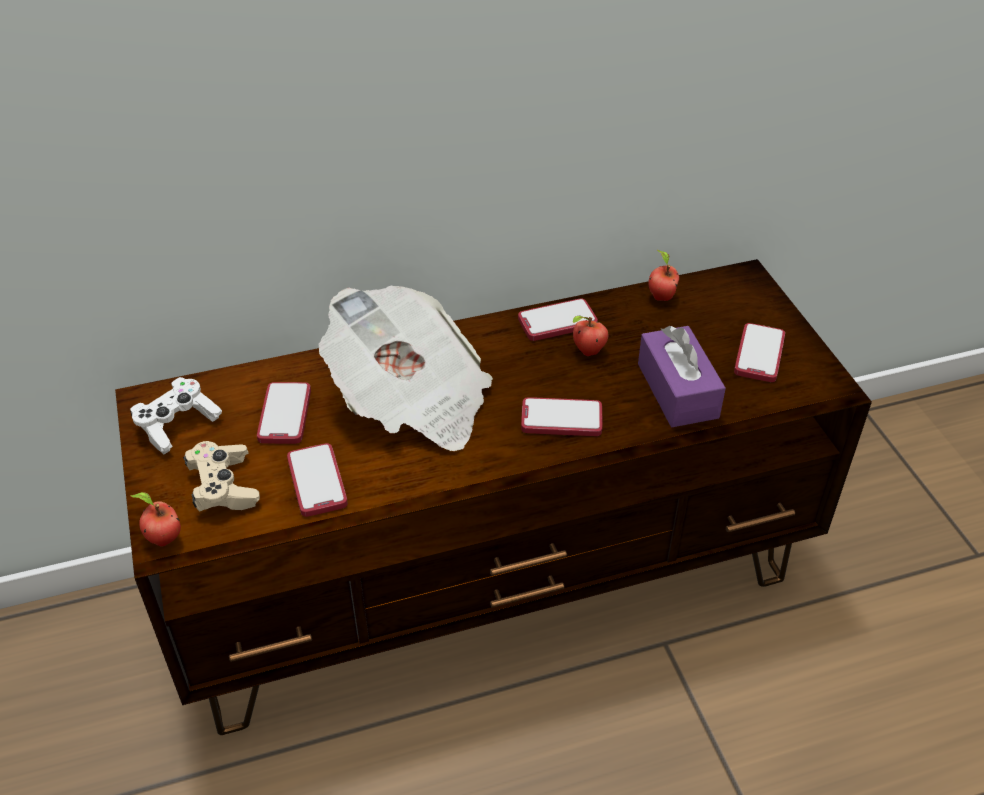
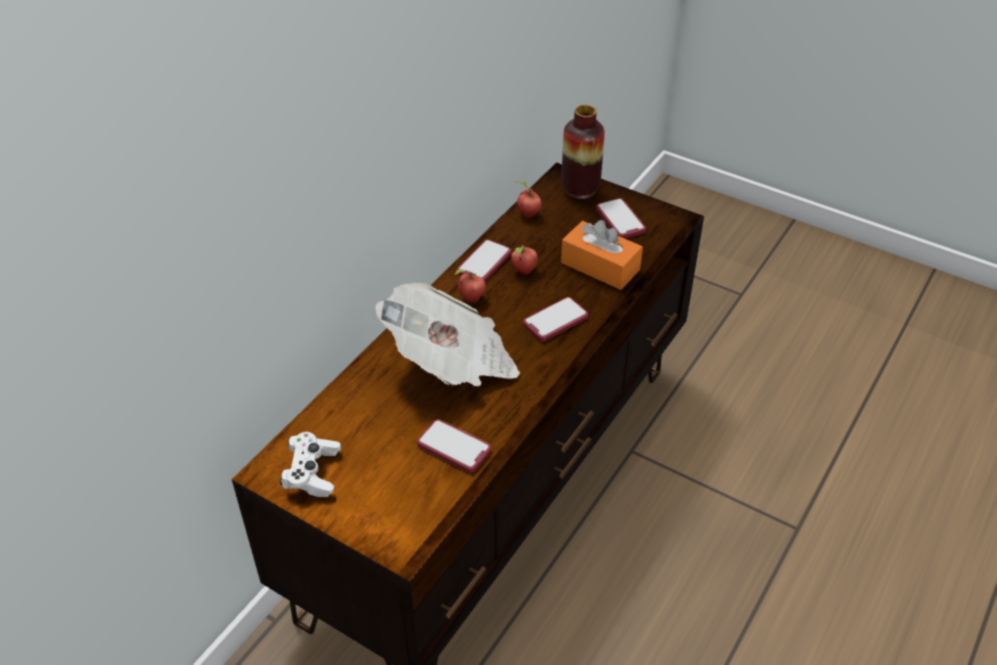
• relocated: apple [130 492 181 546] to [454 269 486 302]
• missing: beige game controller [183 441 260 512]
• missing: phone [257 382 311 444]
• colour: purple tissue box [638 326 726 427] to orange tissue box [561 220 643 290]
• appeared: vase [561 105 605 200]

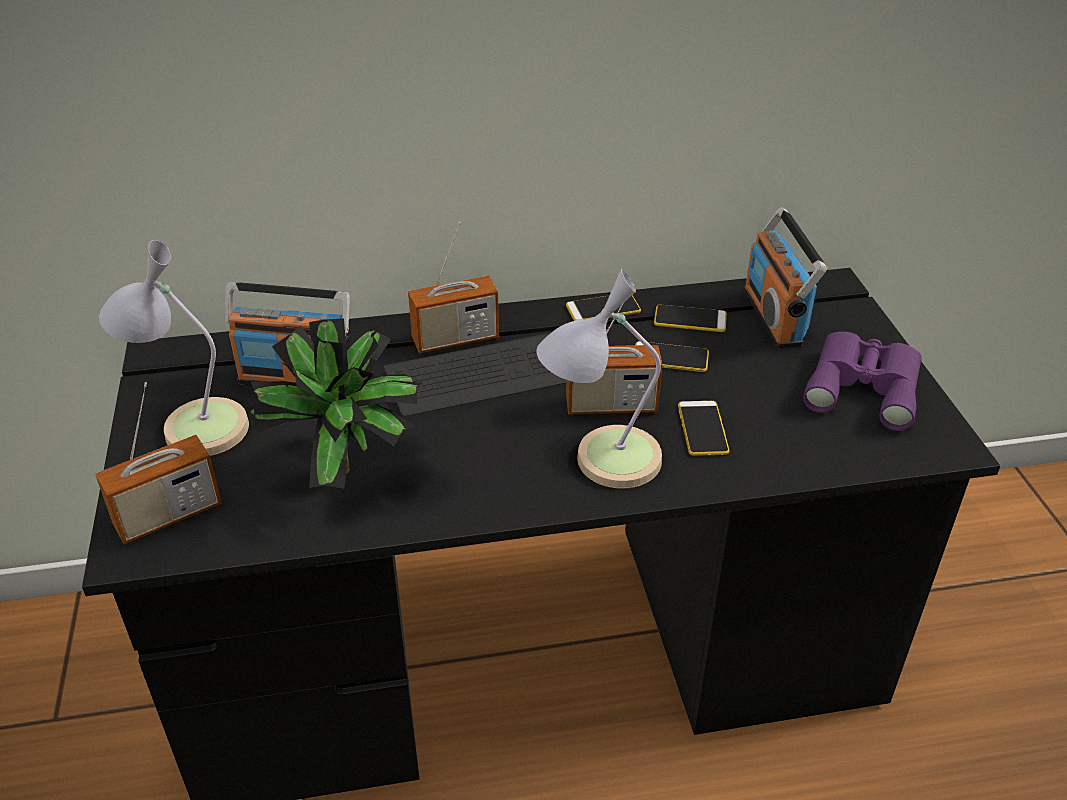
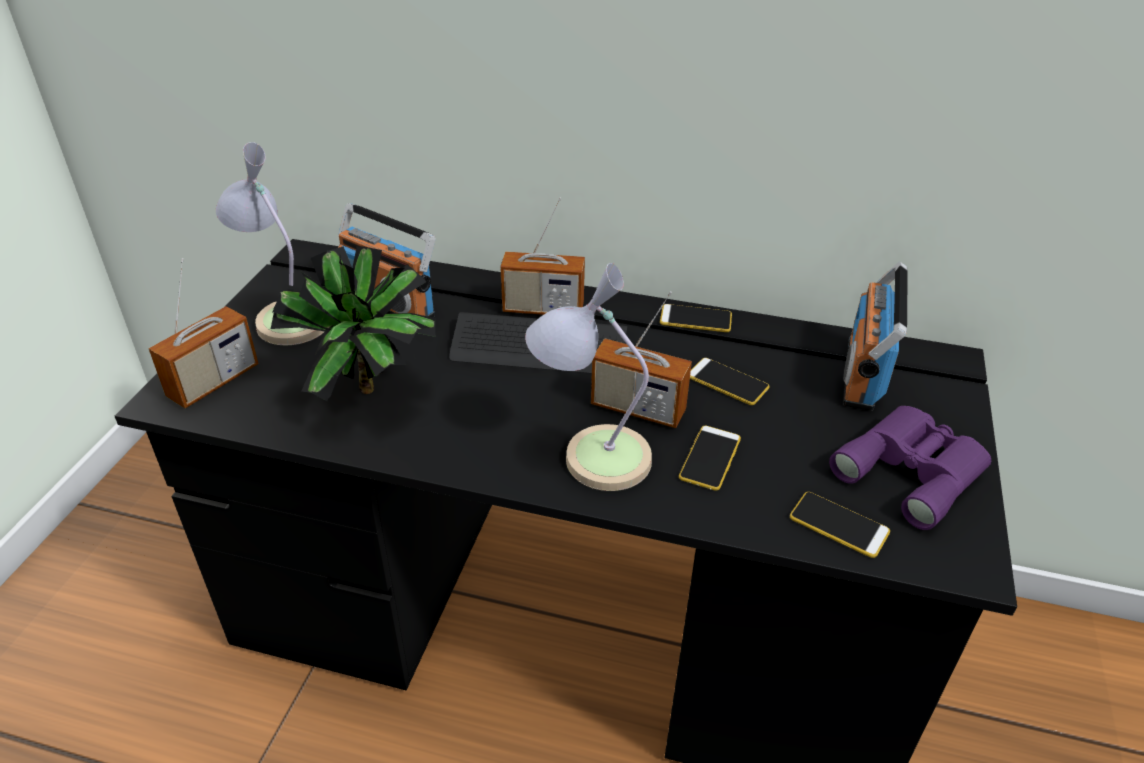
• spun: radio [95 382 222 544] = [149 258 258 408] 45 degrees counterclockwise
• relocated: phone [654 305 727 332] to [790 492 890 558]

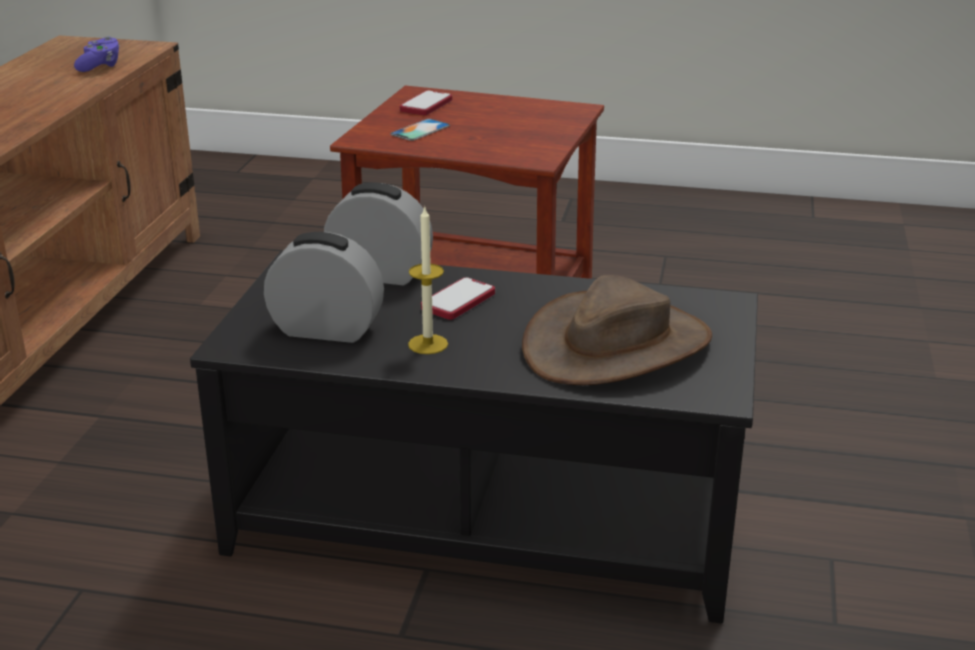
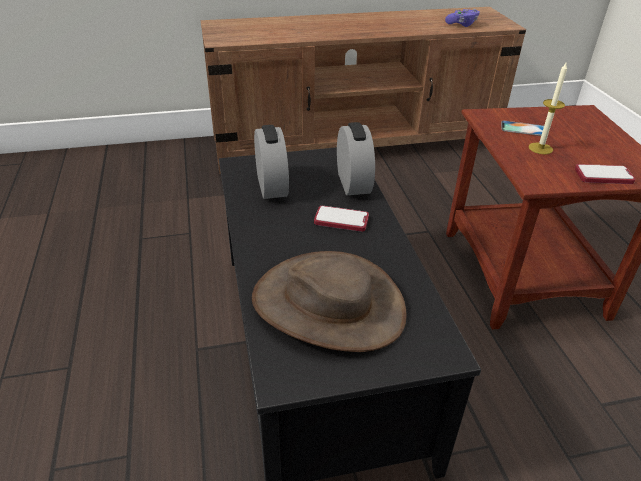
• relocated: phone [400 91 452 115] to [575 164 635 184]
• relocated: candle [408 205 448 354] to [529 61 567 154]

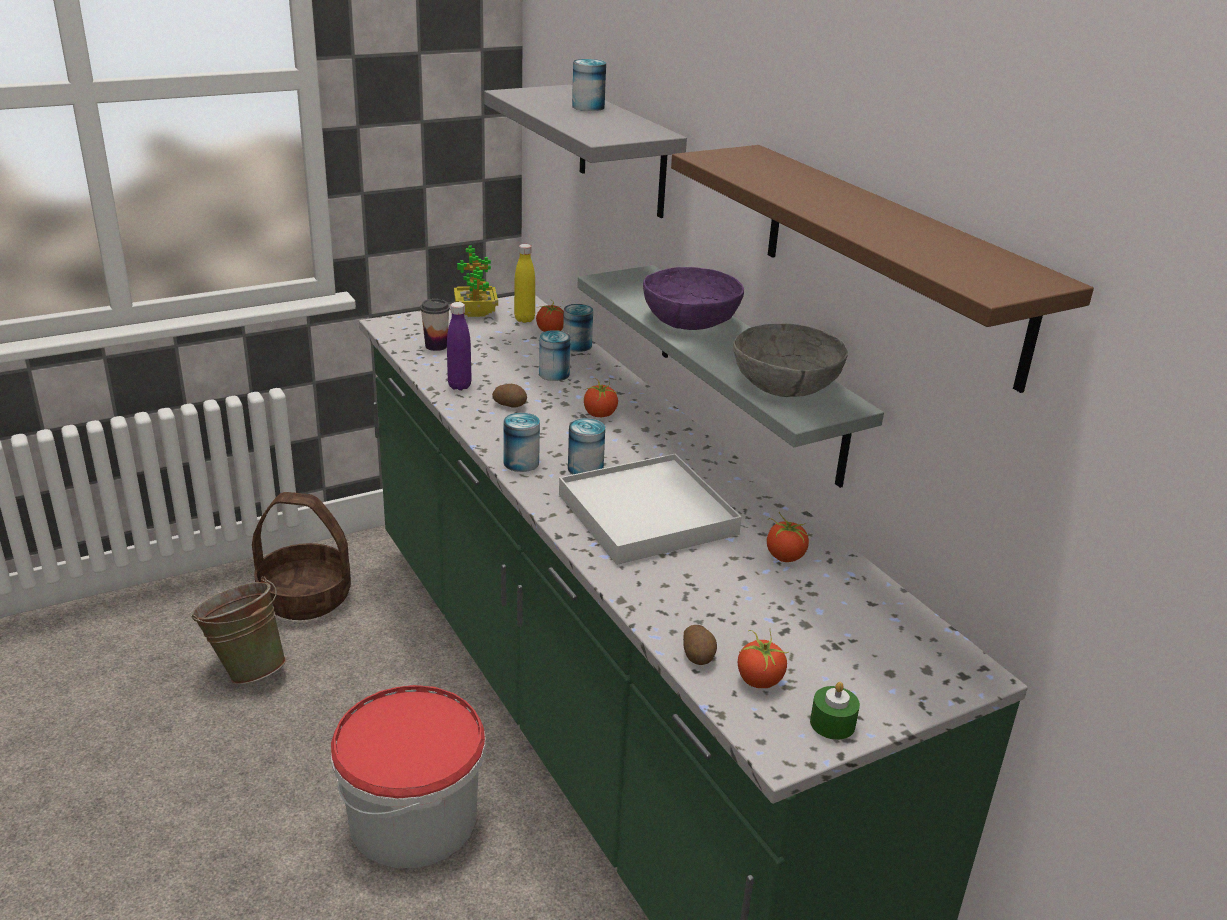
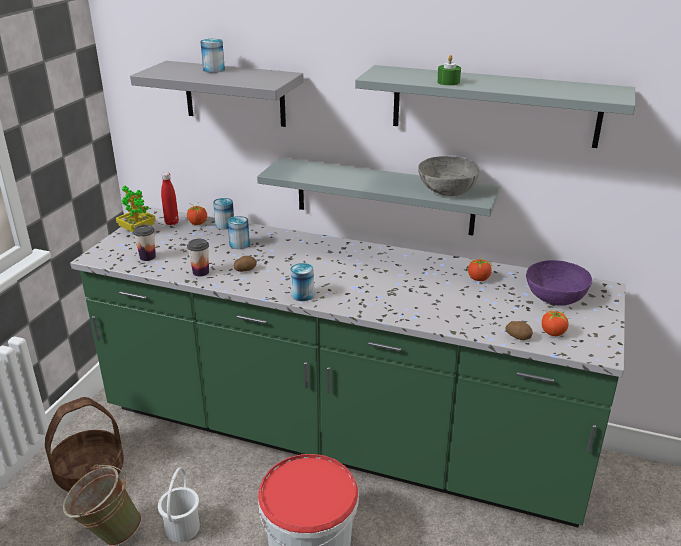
• exchanged: purple bottle [447 302 472 390] to cup [187 239 209 276]
• colour: yellow bottle [514 244 535 323] to red bottle [161 172 179 225]
• missing: white tray [559 454 742 565]
• missing: can [568 418 605 475]
• missing: tomato [584 378 618 417]
• relocated: purple bowl [643 267 744 330] to [526 260 592 306]
• colour: brown shelf [671 145 1094 393] to grey shelf [355 65 635 148]
• relocated: green candle [810 682 860 740] to [437 55 461 86]
• appeared: white bucket [158 467 200 542]

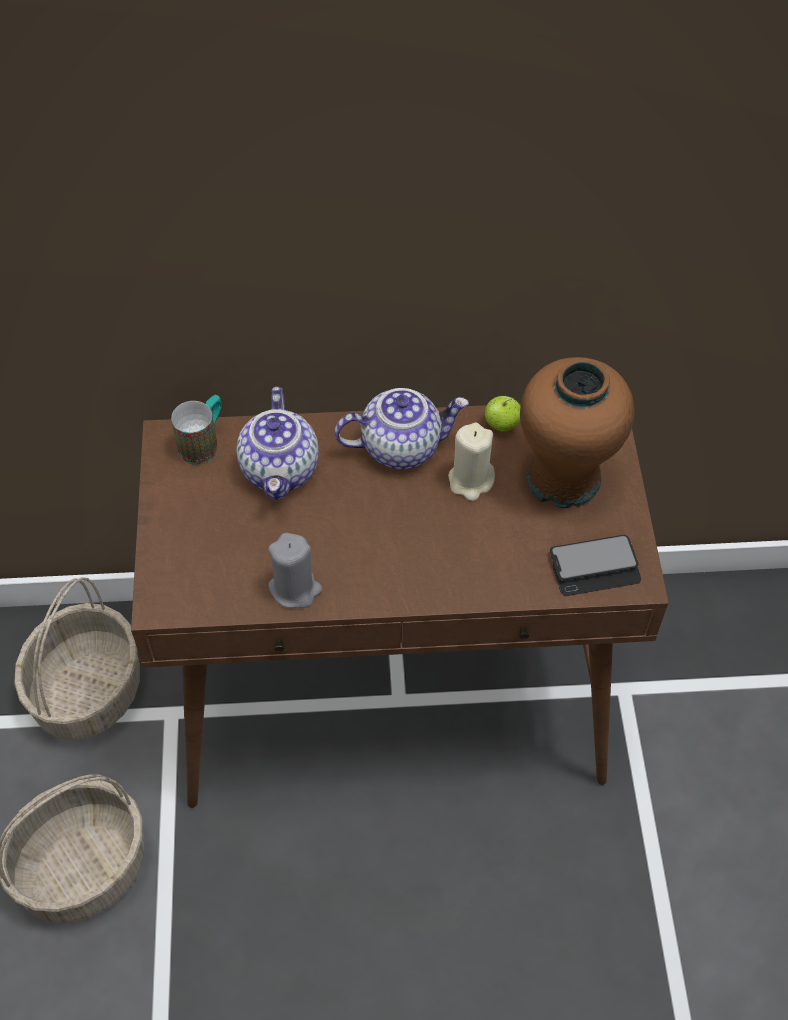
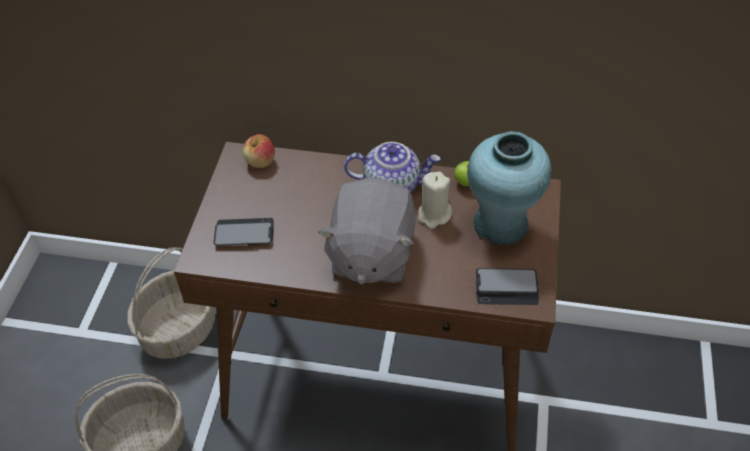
• exchanged: mug [171 395 222 465] to apple [243 134 275 168]
• missing: teapot [237 387 319 500]
• missing: grey candle [268 533 322 608]
• colour: brown vase [520 357 635 508] to turquoise vase [467 131 551 245]
• appeared: phone [214 218 274 246]
• appeared: grey plush toy [318 178 416 285]

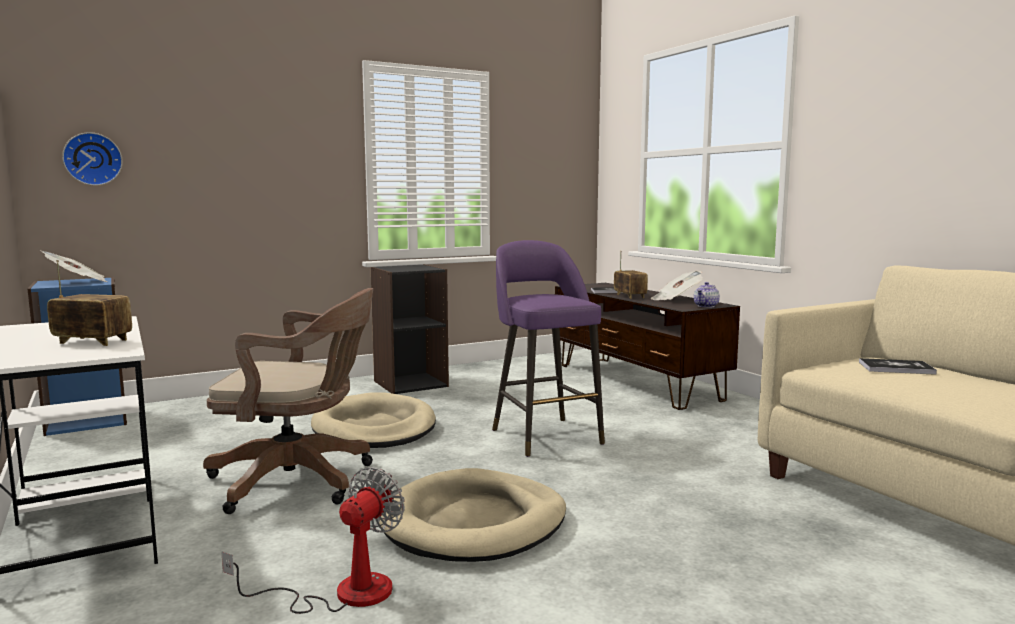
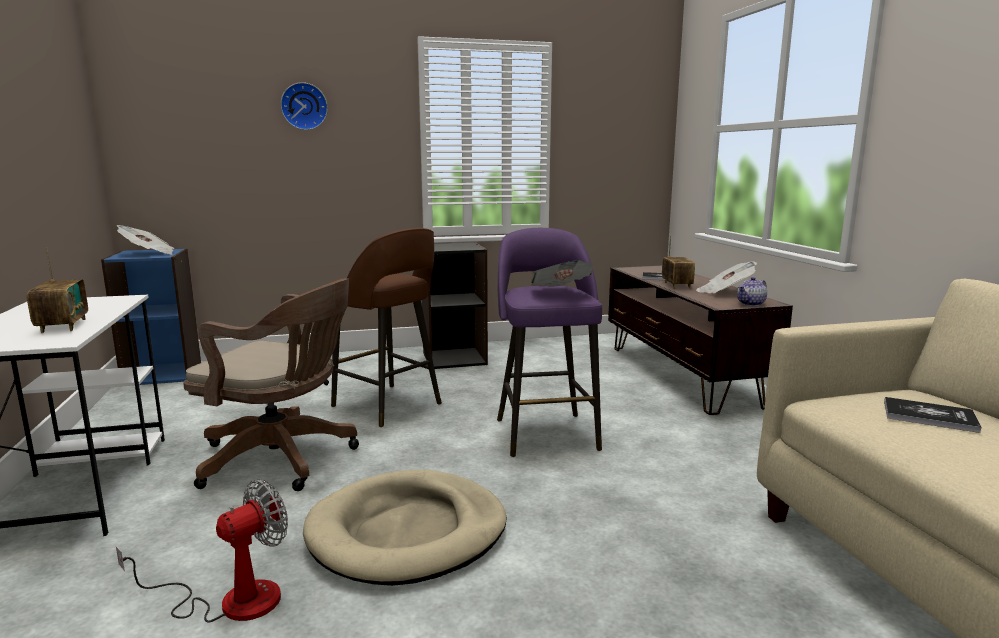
• spun: radio [47 260 132 346] = [27 247 88 333] 45 degrees clockwise
• relocated: wall clock [62 132 123 186] to [280 82 328 130]
• exchanged: beige dog bed [311 393 436 448] to brown stool [331 228 442 427]
• appeared: newspaper [530 260 593 287]

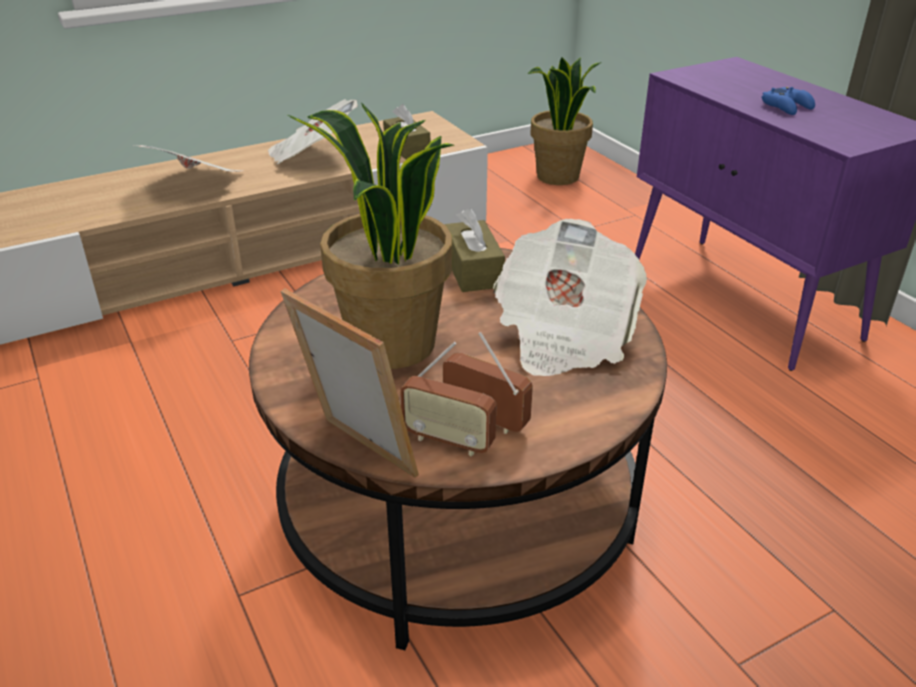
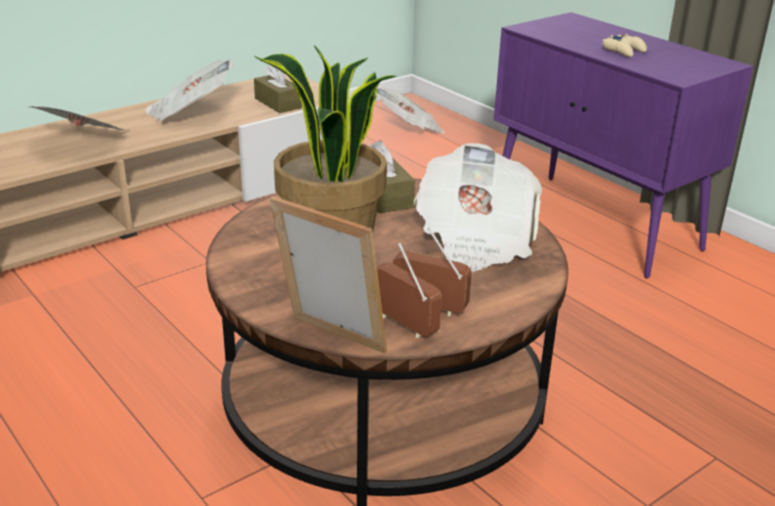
• spun: radio [400 342 496 456] = [377 243 442 338] 150 degrees counterclockwise
• exchanged: potted plant [528 57 602 185] to newspaper [377 88 445 134]
• colour: blue game controller [762 87 815 115] to beige game controller [602 34 647 57]

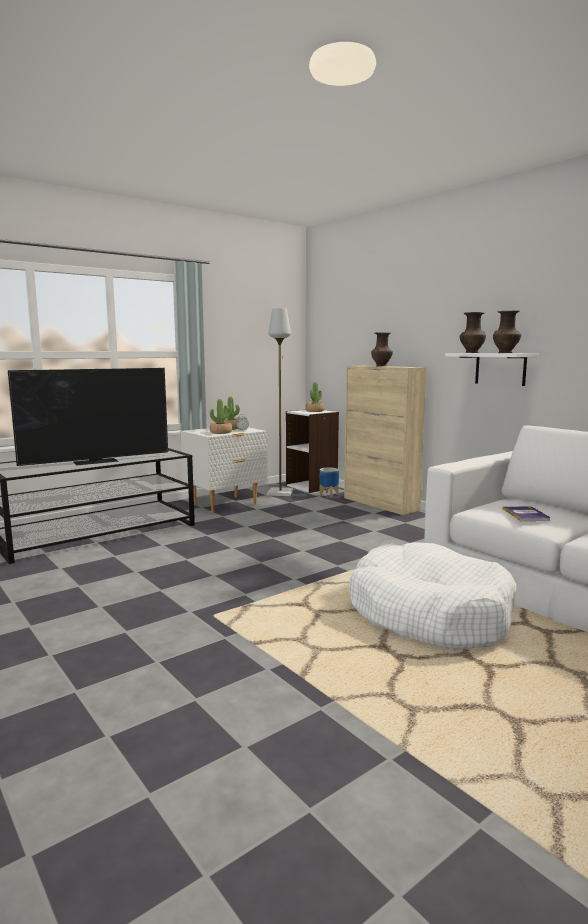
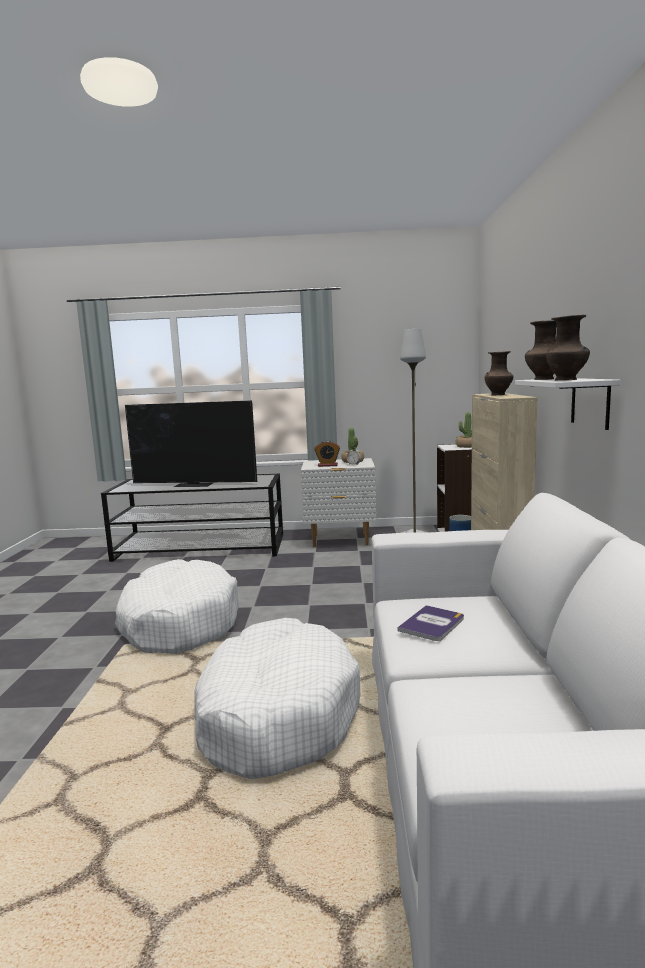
• exchanged: potted plant [210 399 232 434] to alarm clock [314 441 340 467]
• appeared: white dog bed [115 559 239 654]

